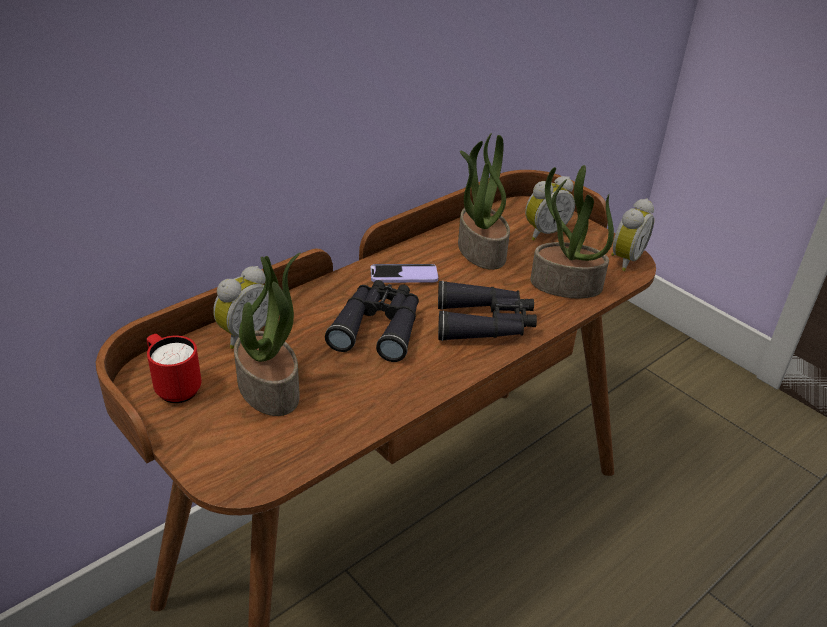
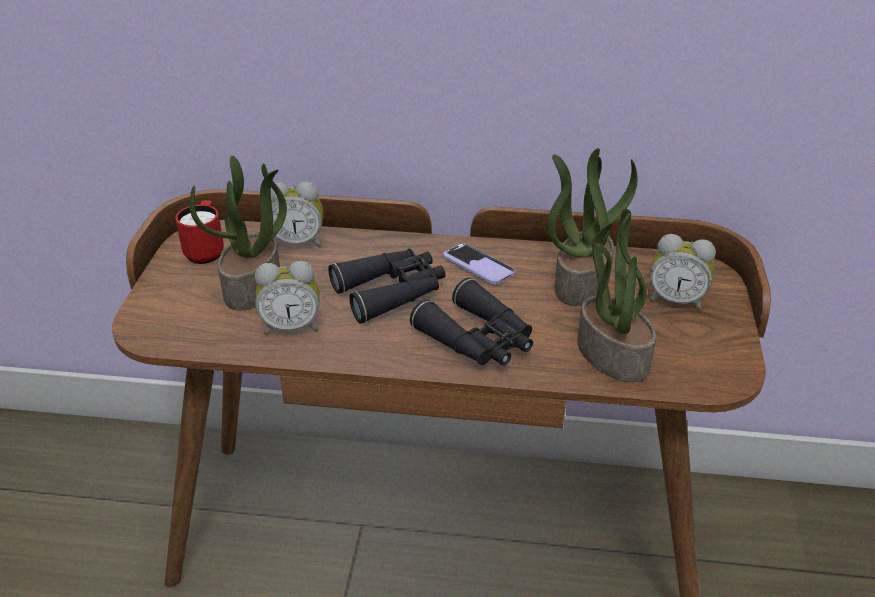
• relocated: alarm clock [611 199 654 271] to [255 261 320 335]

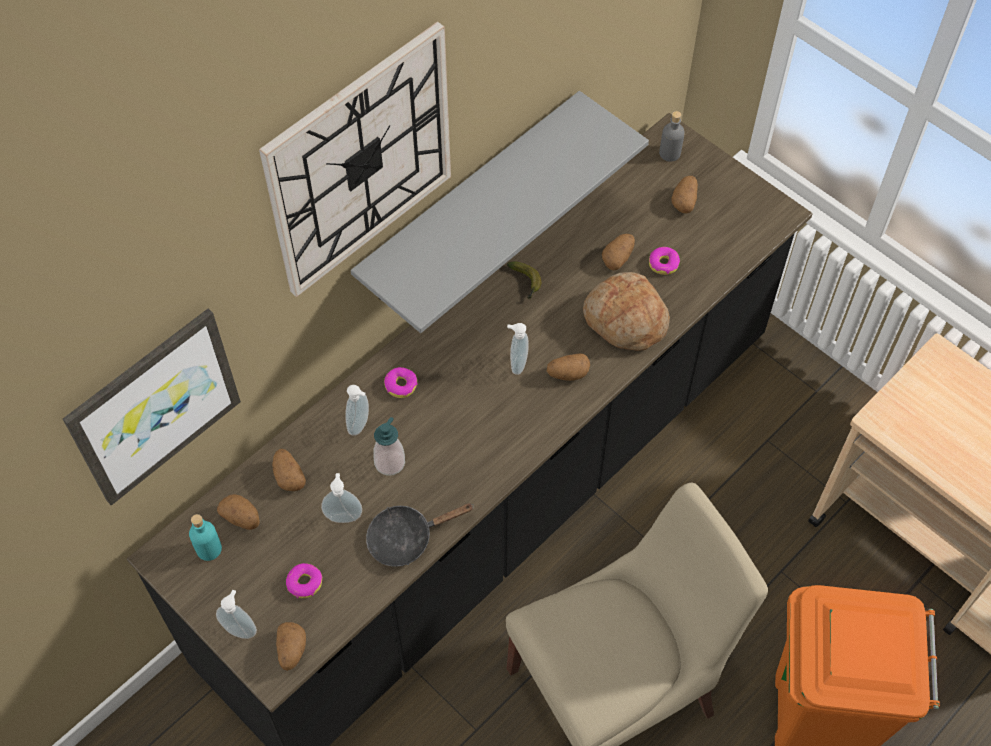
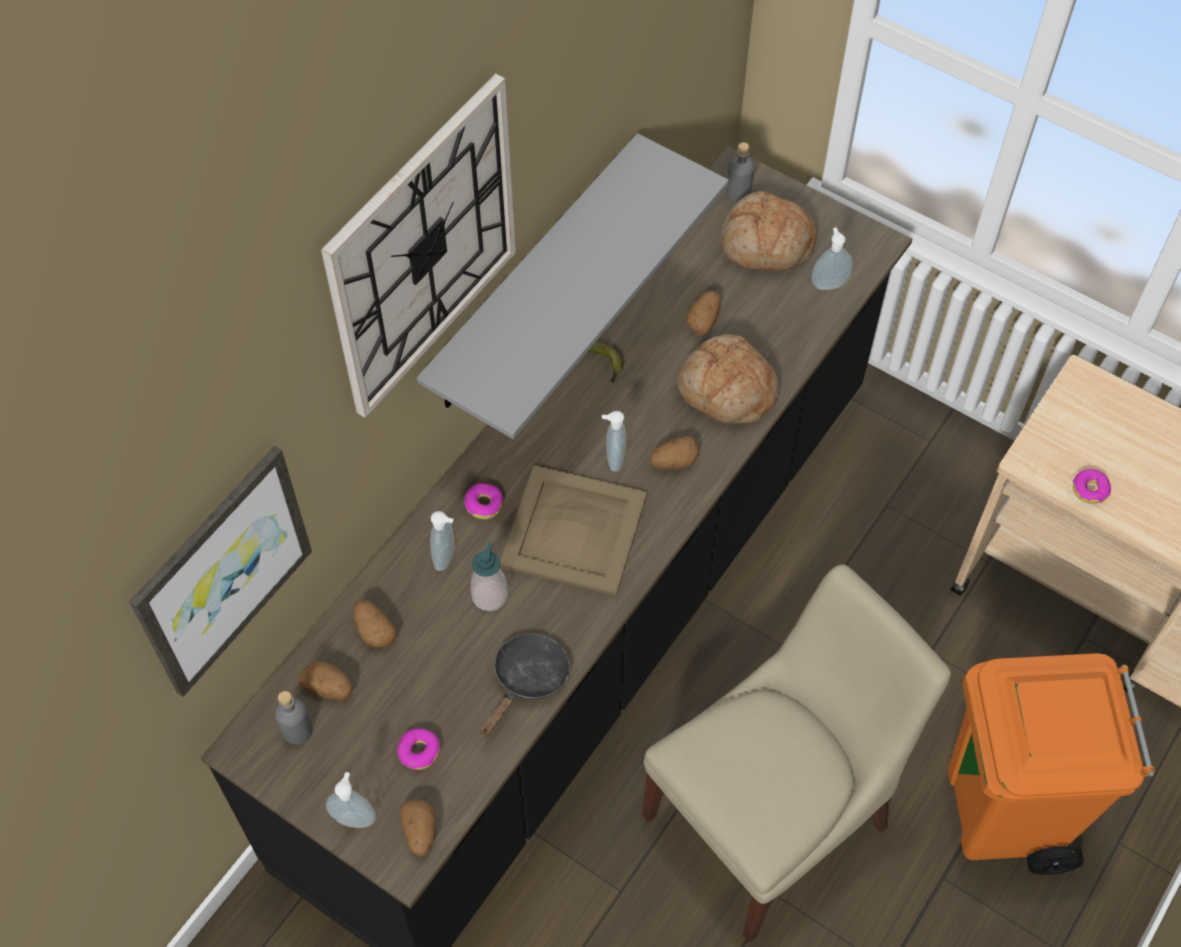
• colour: turquoise bottle [189 514 222 561] to grey bottle [275 691 313 745]
• relocated: soap dispenser [321 473 362 523] to [811 228 853 290]
• spun: black frying pan [366 503 474 567] = [480 634 570 738] 150 degrees clockwise
• relocated: donut [649 247 680 275] to [1072 469 1111 504]
• exchanged: potato [671 176 698 213] to bread [721 191 817 271]
• appeared: beige tray [500 465 647 596]

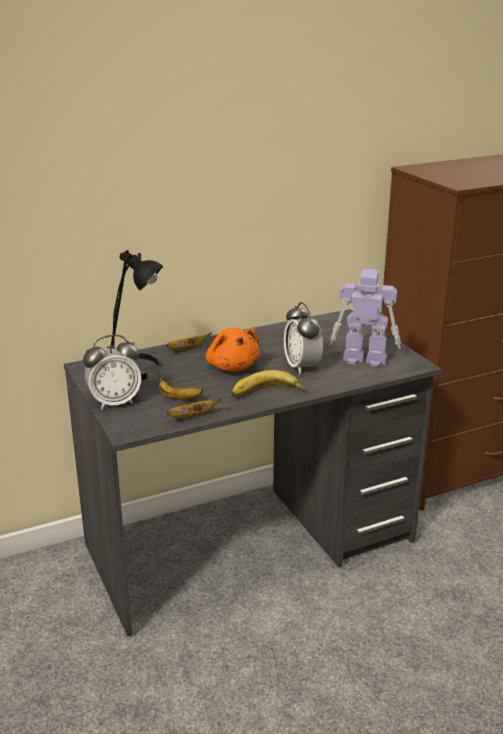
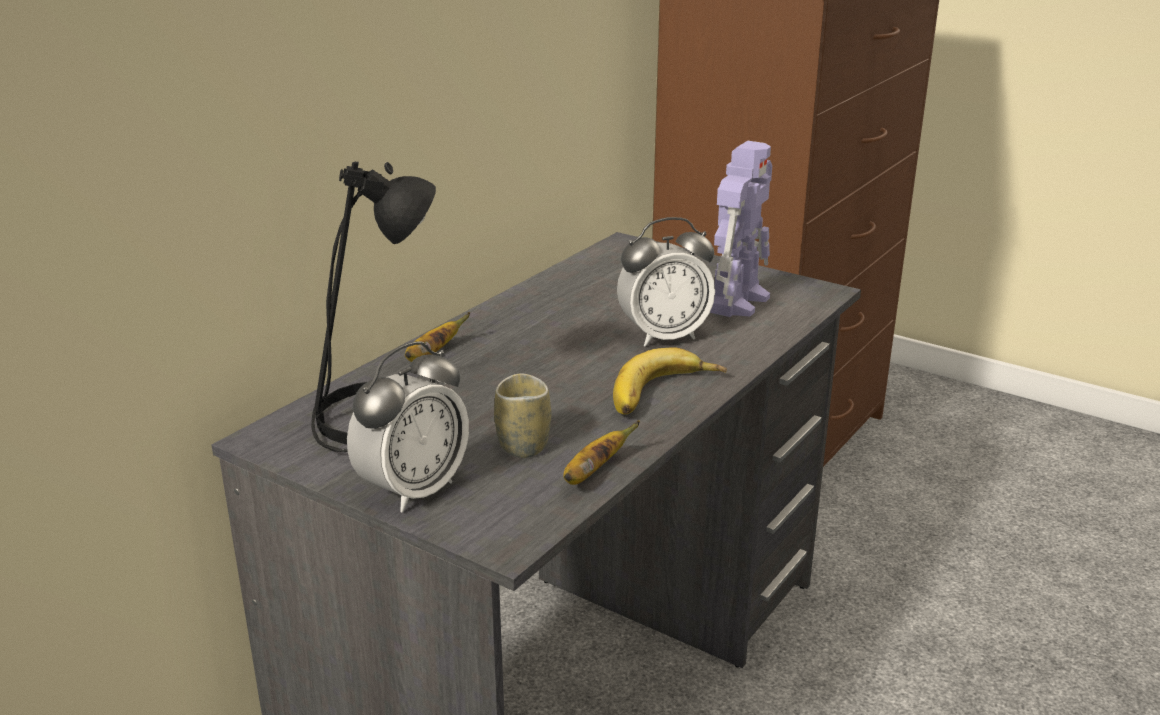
• exchanged: banana [158 373 203 400] to cup [494 373 551 458]
• missing: orange plush toy [206 327 260 371]
• spun: alarm clock [284 302 323 374] = [617 217 715 347] 60 degrees counterclockwise
• spun: toy robot [330 269 401 367] = [710 141 772 317] 135 degrees clockwise

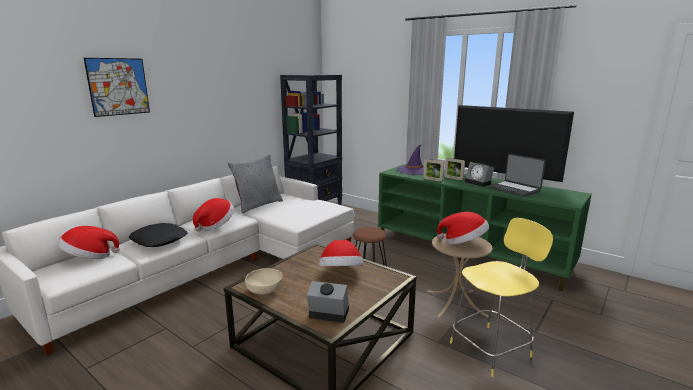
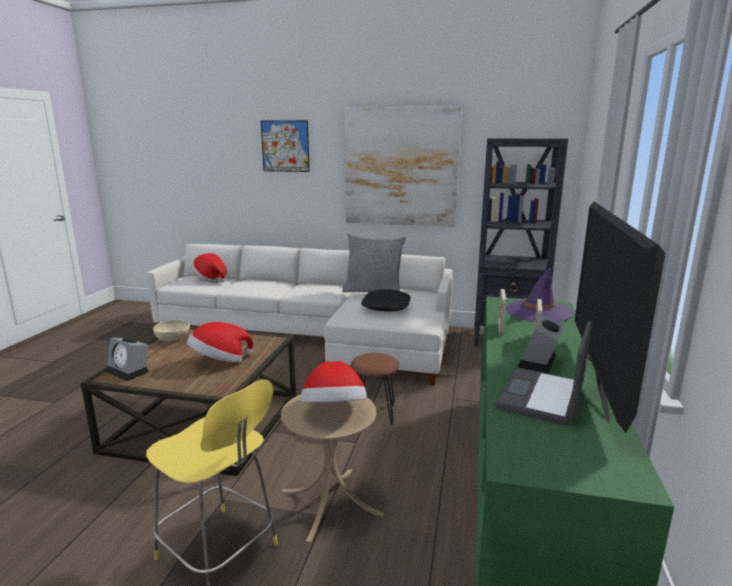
• relocated: black pillow [129 223 188 247] to [361 289 411 312]
• missing: hat [193 198 234 231]
• spun: alarm clock [307 281 349 323] = [106 338 149 381] 135 degrees clockwise
• appeared: picture [345 106 462 227]

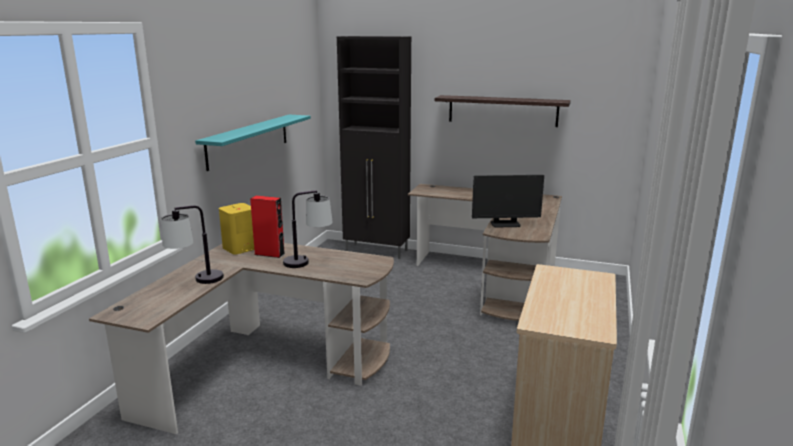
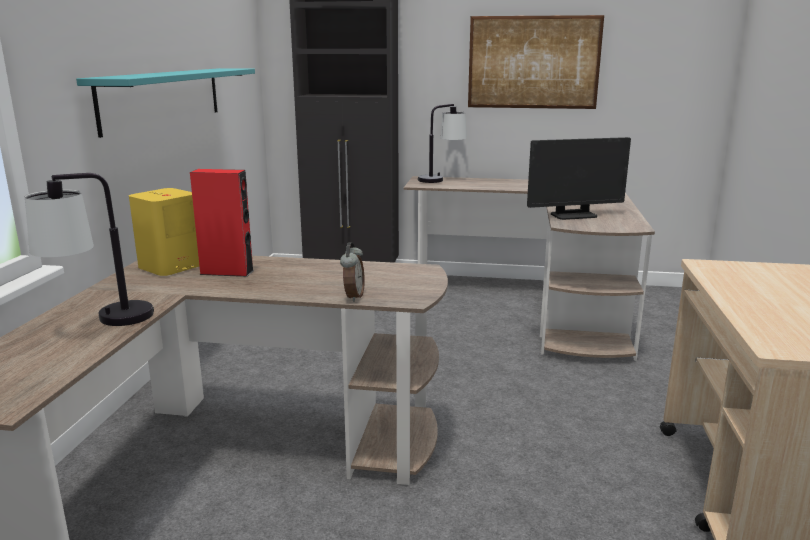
• relocated: table lamp [283 190 333 268] to [418 104 467 183]
• exchanged: shelf [435 95 571 127] to picture [468 15 604 109]
• appeared: alarm clock [340 242 365 302]

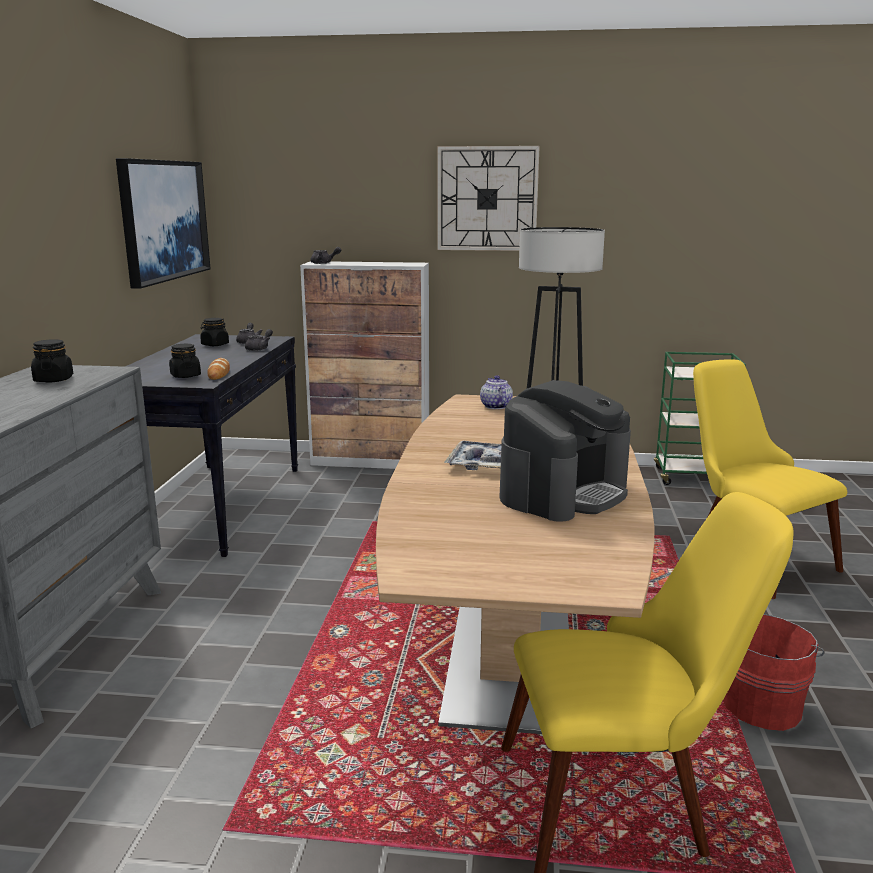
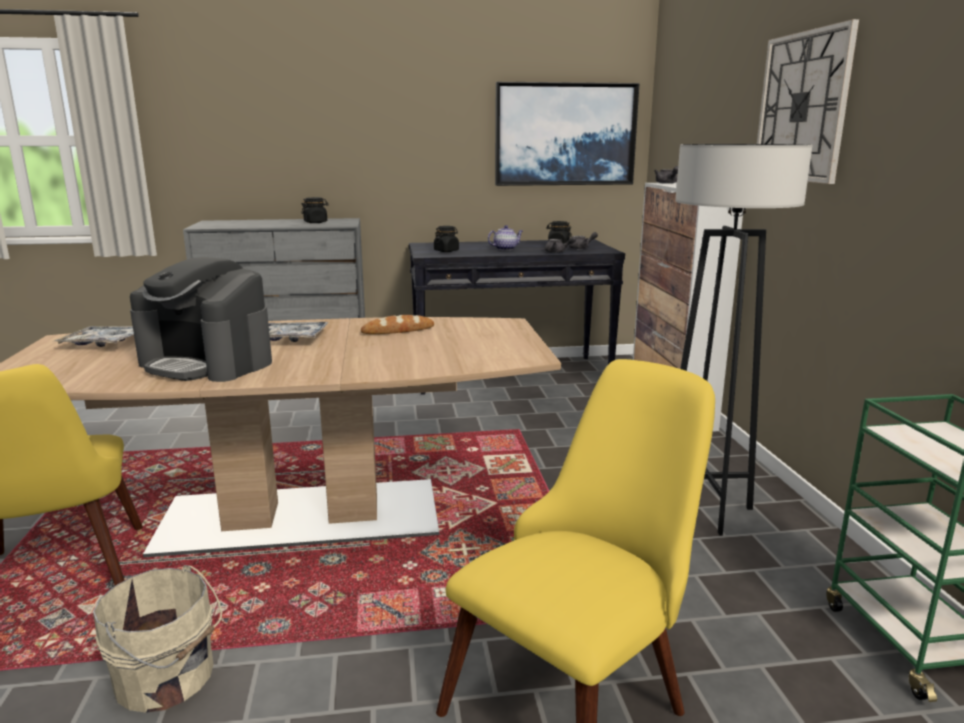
• relocated: bread [208 358 230 380] to [361 315 434 334]
• relocated: teapot [480 375 513 409] to [488 225 523 250]
• colour: red bucket [723 614 825 731] to beige bucket [93 565 222 713]
• appeared: tray [54 326 134 347]

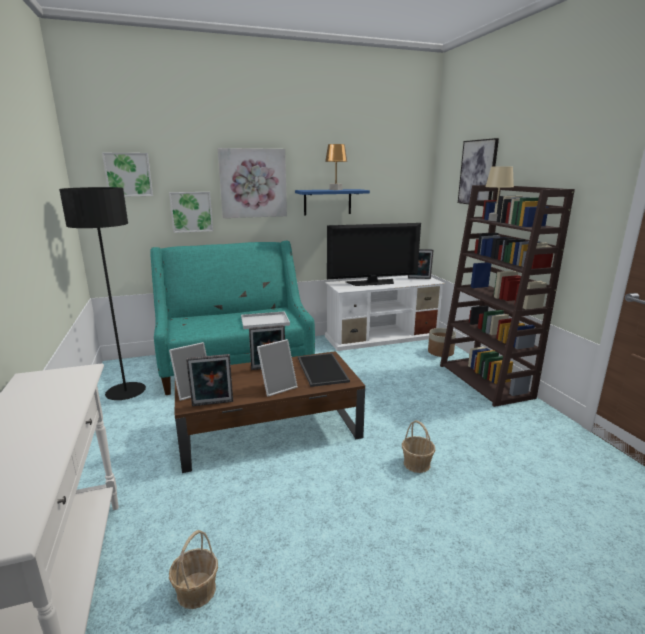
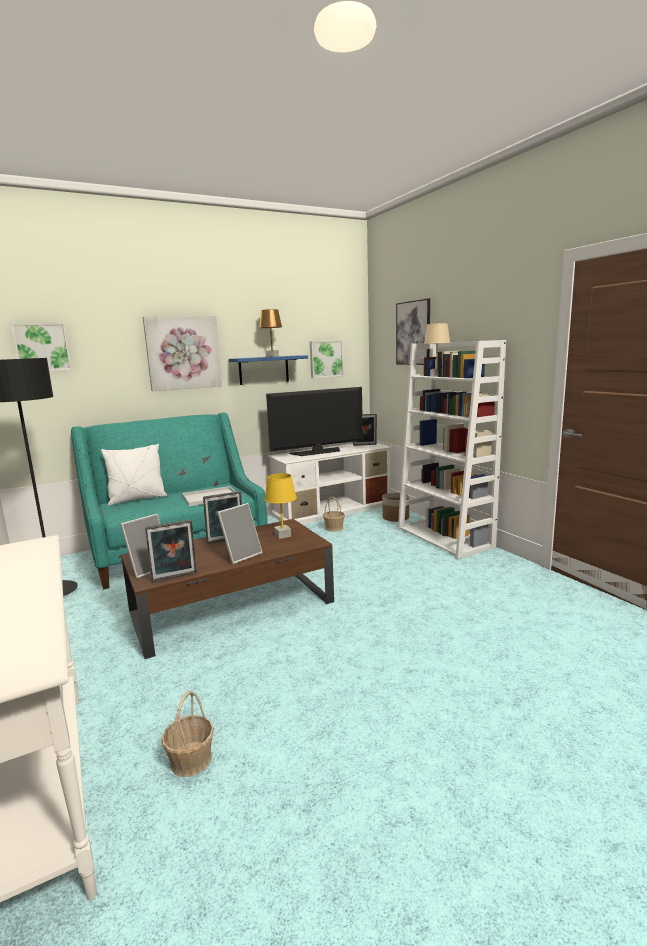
• relocated: picture [169 192 213 233] to [310 340 344 378]
• exchanged: tray [298 353 350 387] to yellow table lamp [265 473 297 539]
• relocated: basket [402 420 436 473] to [323 497 345 532]
• colour: brown bookcase [440 185 575 407] to white bookcase [398 340 506 559]
• appeared: white pillow [101 444 167 506]

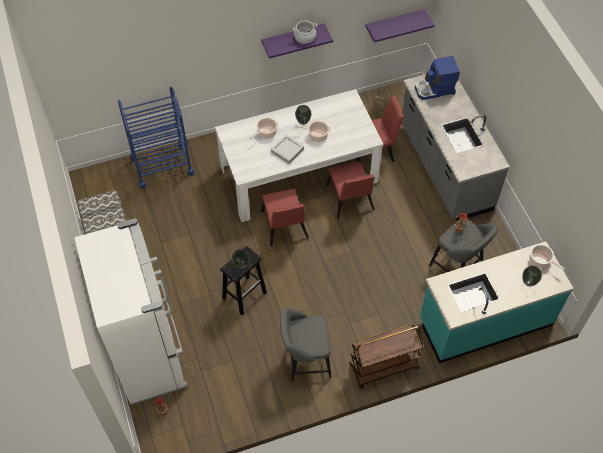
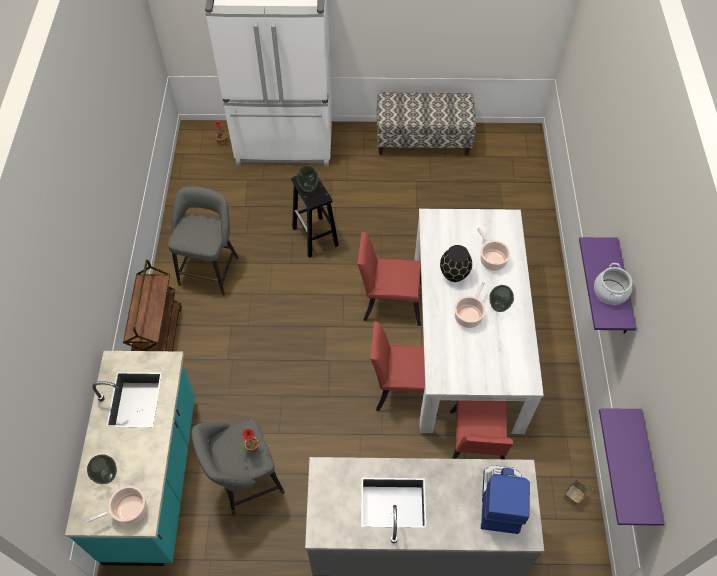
• missing: blue cart [118 87 194 189]
• exchanged: grey tray [271 134 304 164] to black vase [440 245 472 282]

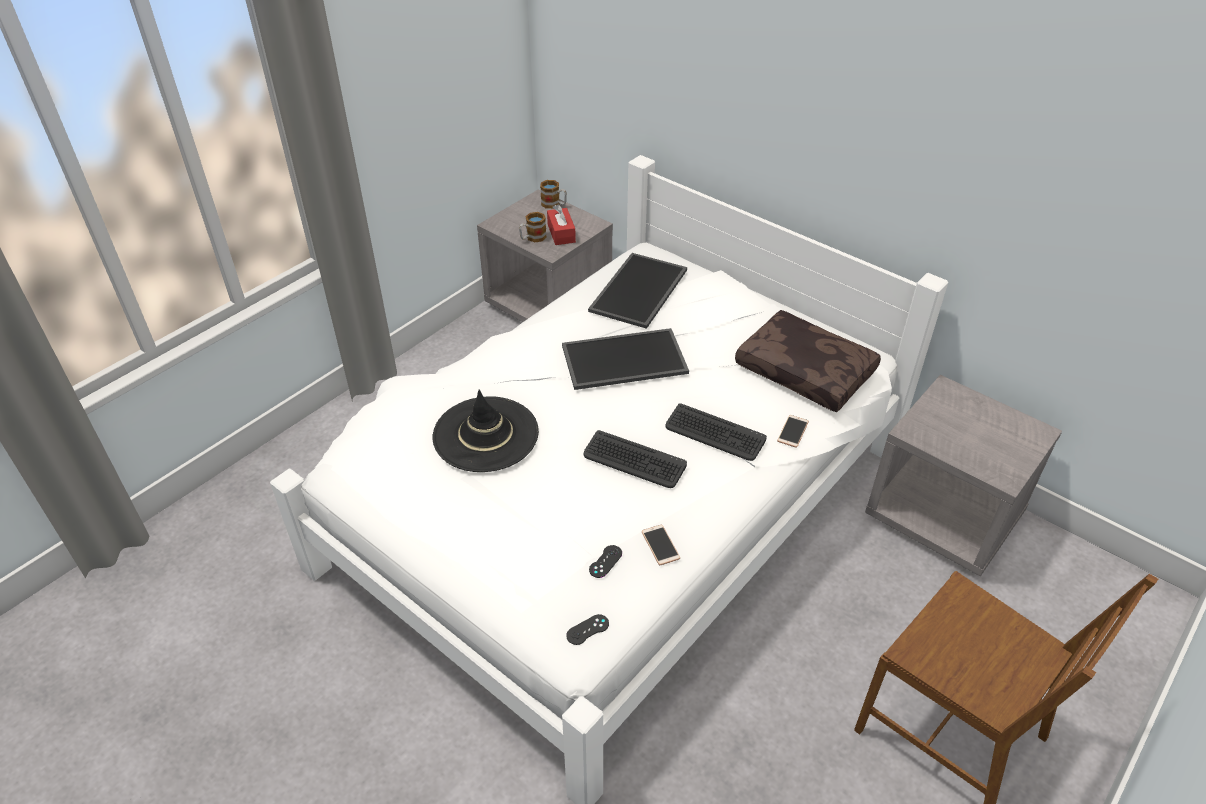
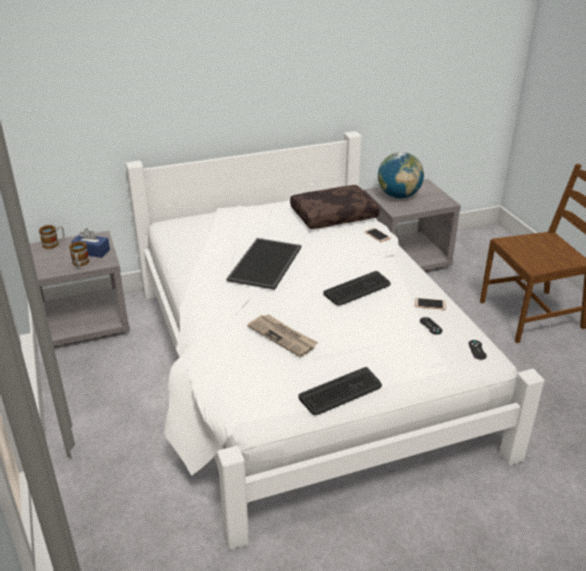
• exchanged: black hat [433 390 539 472] to newspaper [247 314 318 357]
• colour: red tissue box [547 205 576 245] to blue tissue box [71 228 110 258]
• missing: tray [588 253 687 329]
• relocated: keyboard [665 403 767 461] to [299 367 382 415]
• appeared: globe [378 152 424 199]

